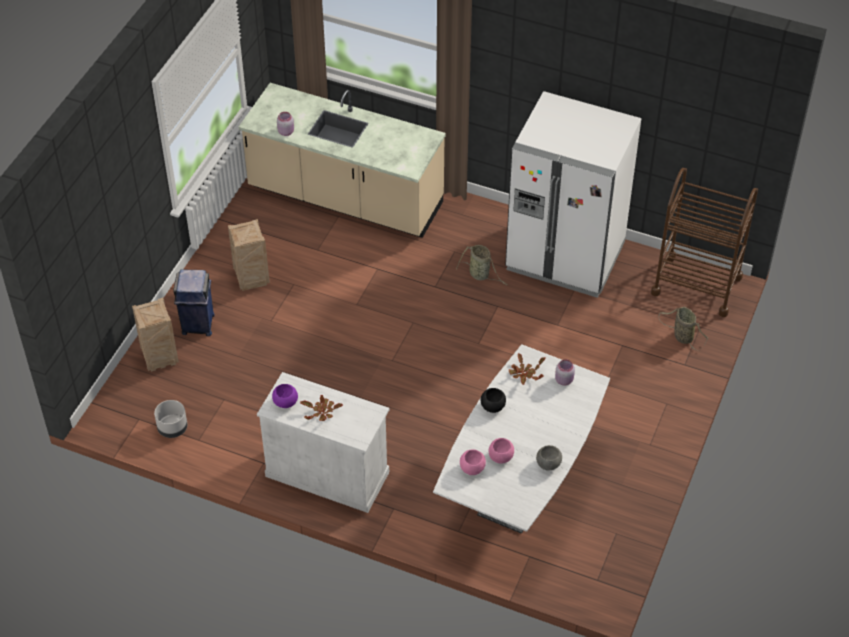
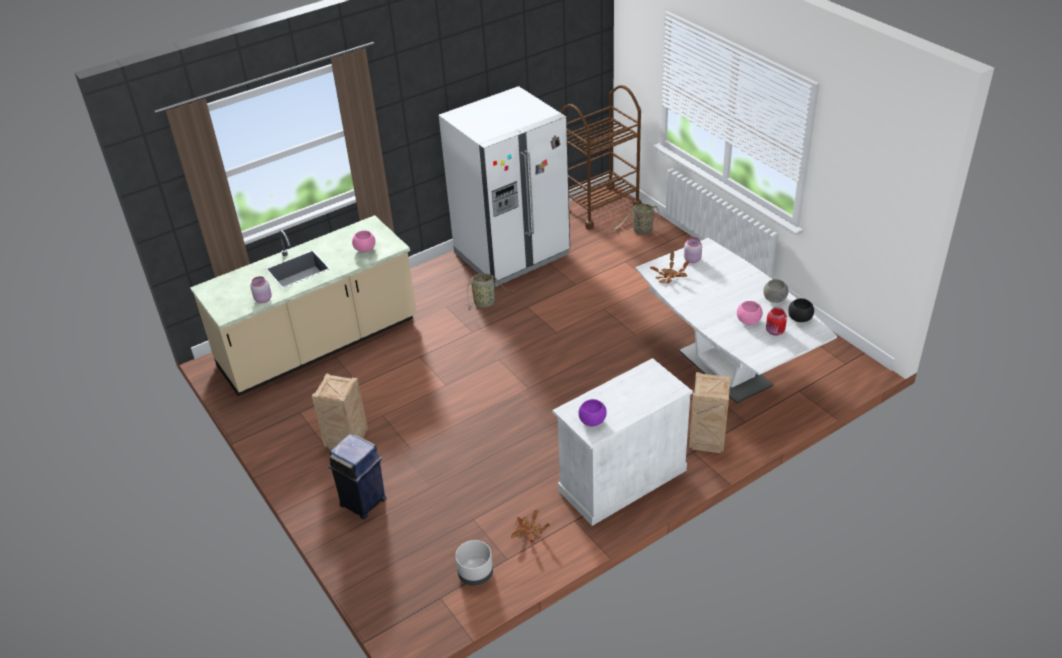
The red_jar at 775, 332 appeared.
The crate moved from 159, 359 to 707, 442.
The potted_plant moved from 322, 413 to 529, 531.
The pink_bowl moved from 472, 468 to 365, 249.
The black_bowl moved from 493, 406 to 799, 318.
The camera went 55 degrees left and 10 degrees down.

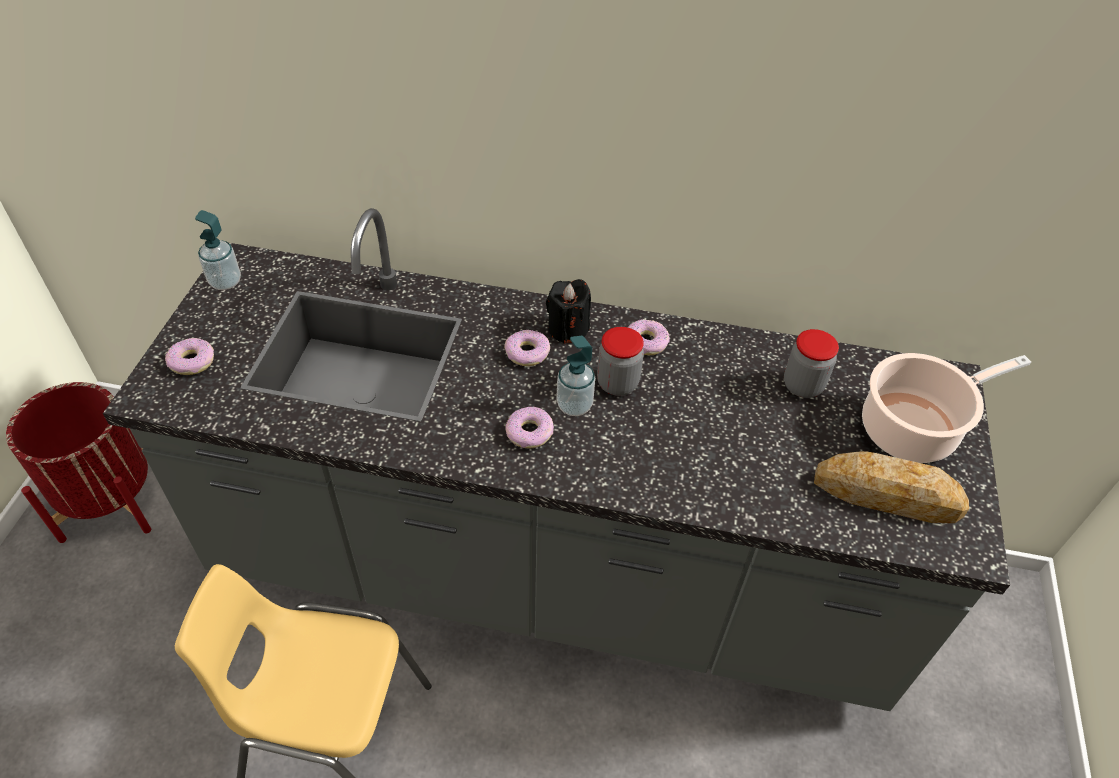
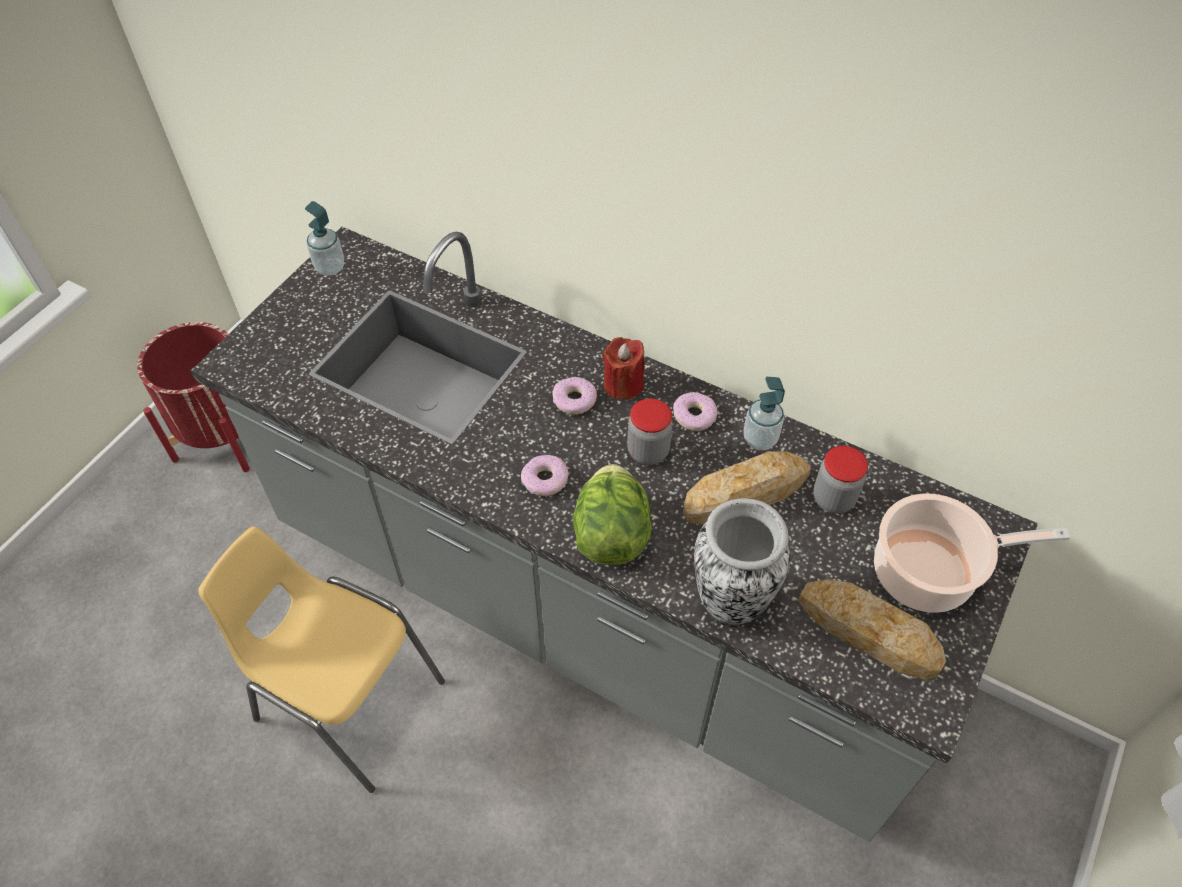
The donut at 192, 361 disappeared.
The lettuce at 611, 534 appeared.
The bread at 746, 494 appeared.
The vase at 731, 602 appeared.
The soap_dispenser moved from 574, 405 to 760, 439.
The black_candle at 568, 329 became the red_candle at 623, 384.
The camera went 20 degrees right and 5 degrees up.

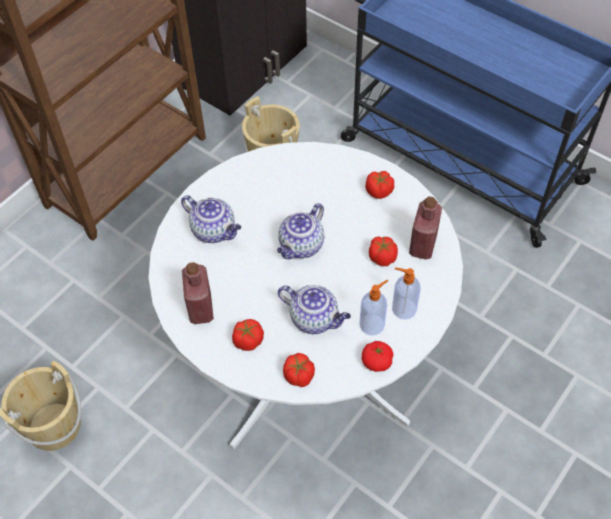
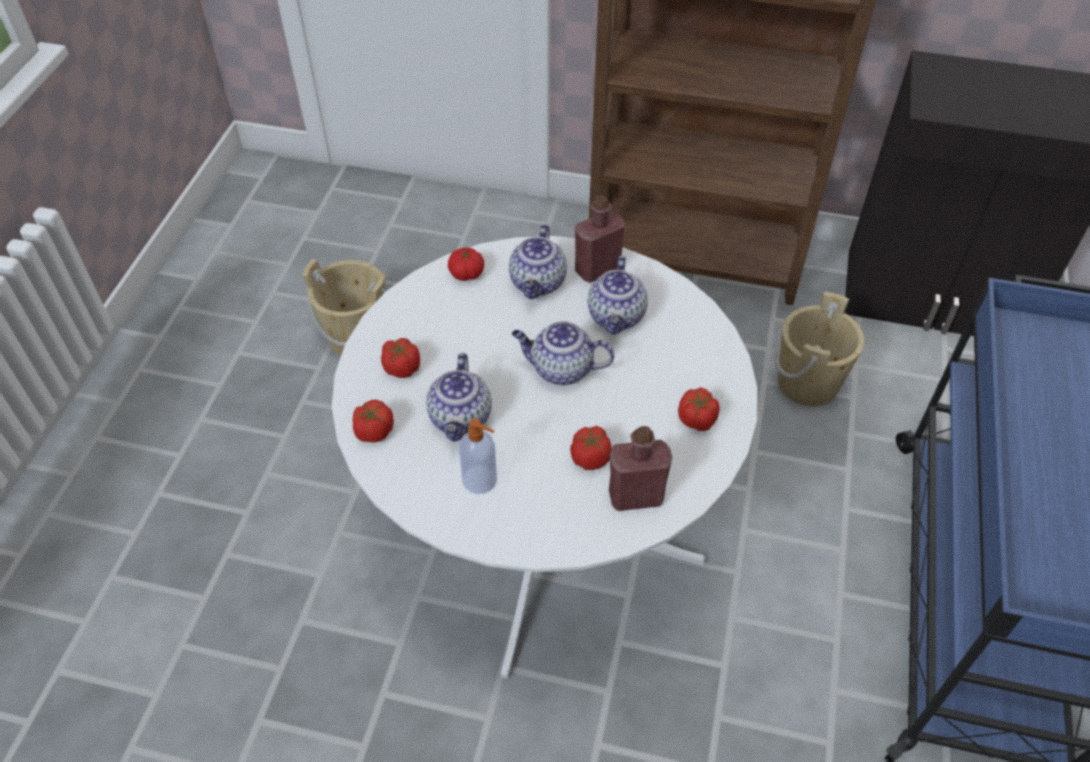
The soap_dispenser at 403, 308 disappeared.
The teapot at 616, 317 appeared.
The red_bottle moved from 200, 309 to 597, 269.
The tomato moved from 377, 361 to 466, 273.
The camera went 65 degrees right and 5 degrees down.

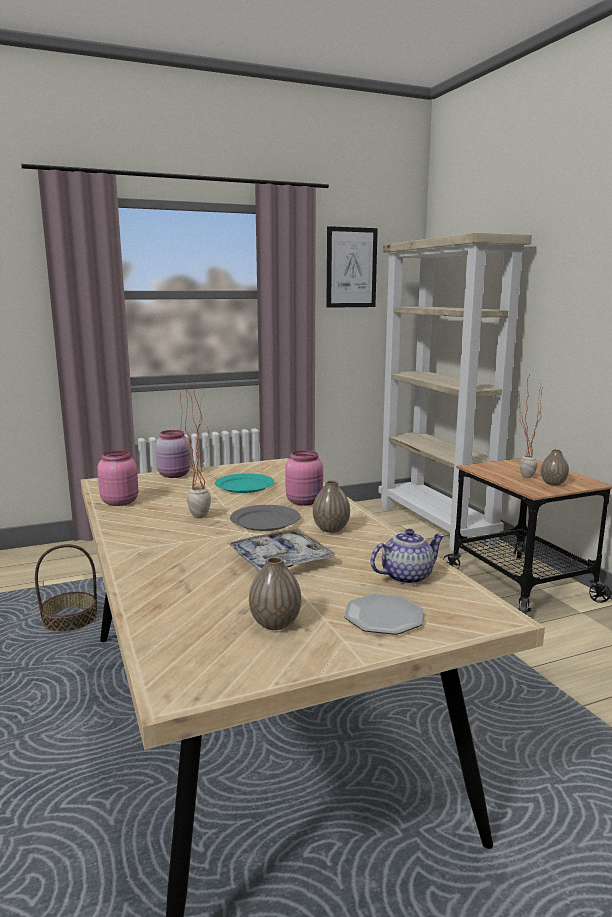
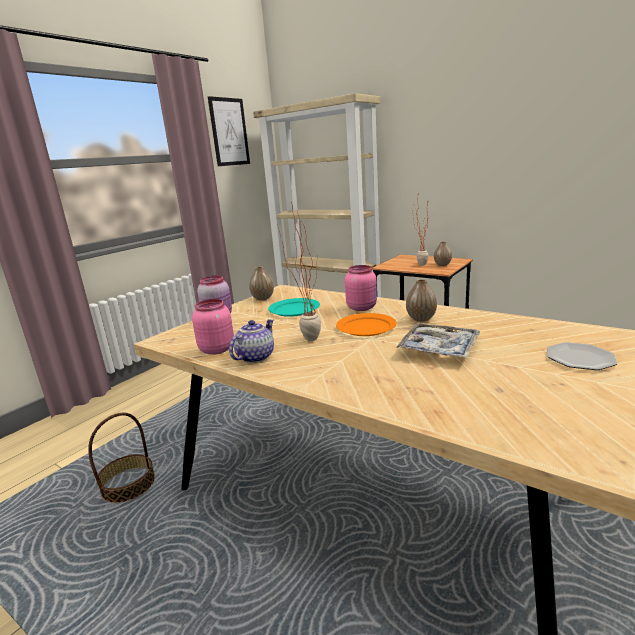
The vase moved from 275, 623 to 263, 298.
The teapot moved from 406, 576 to 255, 357.
The grey_plate at 265, 521 became the orange_plate at 366, 327.
The camera went 30 degrees left and 5 degrees up.

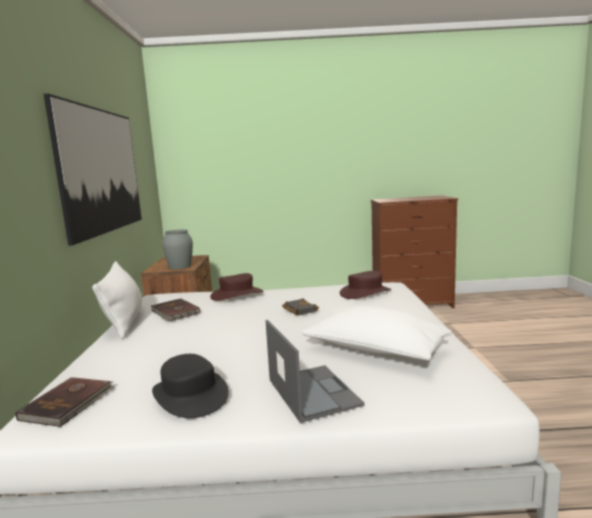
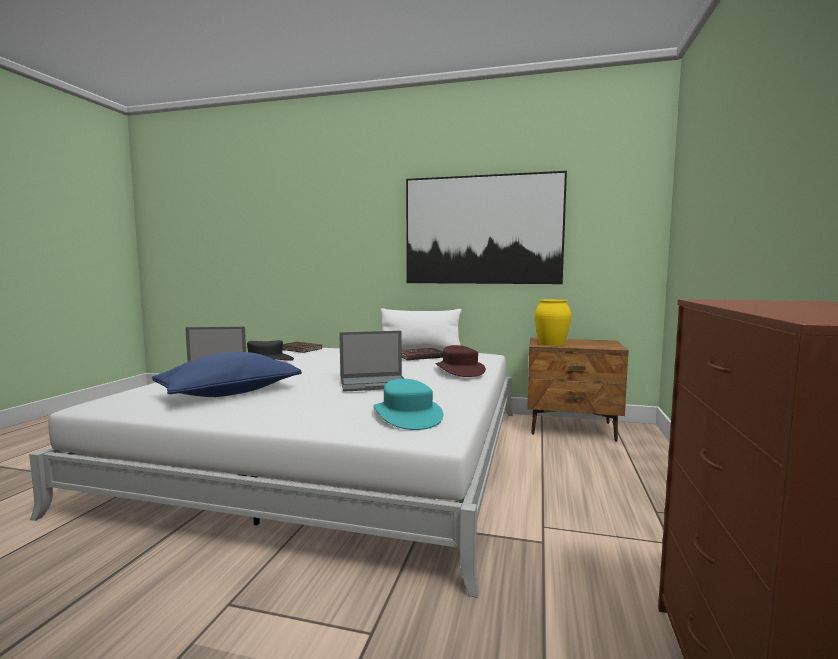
The black_book at 298, 310 was replaced by the laptop at 375, 383.
The grey_vase at 179, 266 became the yellow_vase at 551, 343.
The white_pillow at 375, 351 became the blue_pillow at 230, 393.
The brown_hat at 365, 292 became the turquoise_hat at 407, 415.
The camera went 105 degrees right and 5 degrees down.

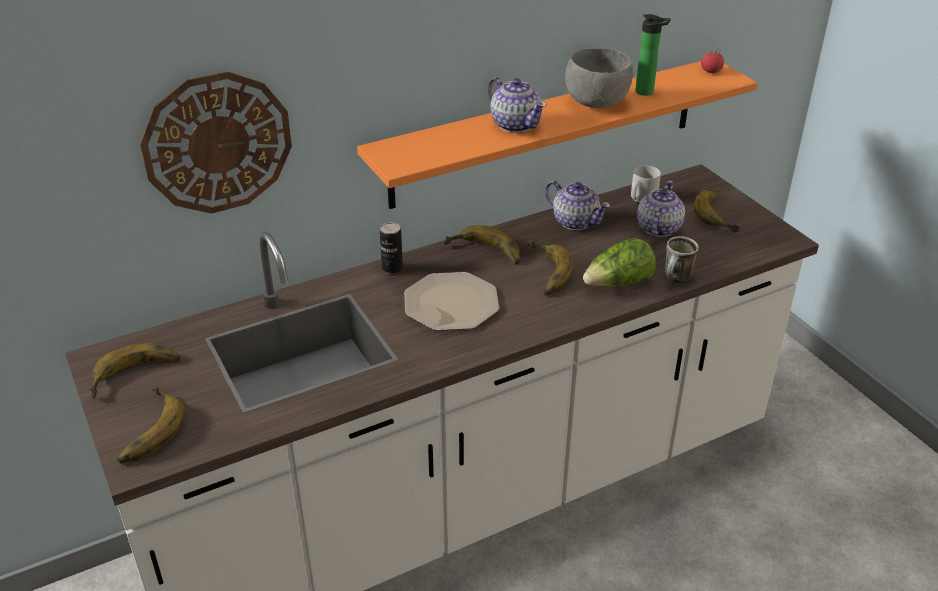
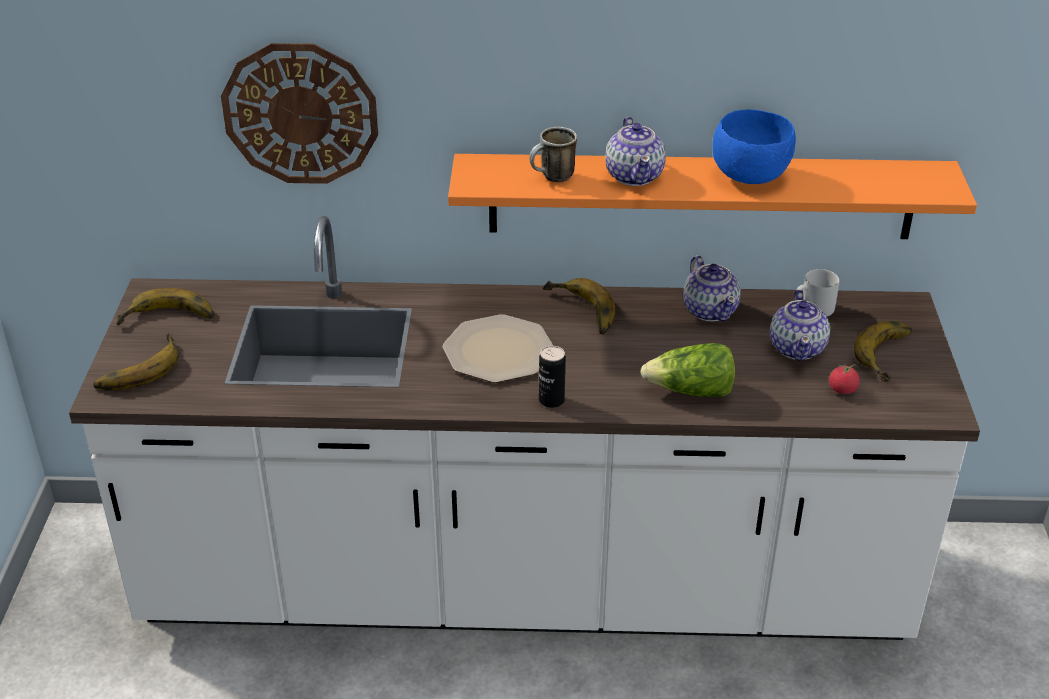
The banana at 543, 272 disappeared.
The bottle at 647, 92 disappeared.
The can moved from 392, 268 to 551, 400.
The mug moved from 676, 279 to 553, 178.
The tomato moved from 711, 71 to 842, 390.
The grey_bowl at 597, 102 became the blue_bowl at 751, 176.
The teapot at 658, 228 turned 135 degrees clockwise.
The camera went 30 degrees right and 0 degrees up.

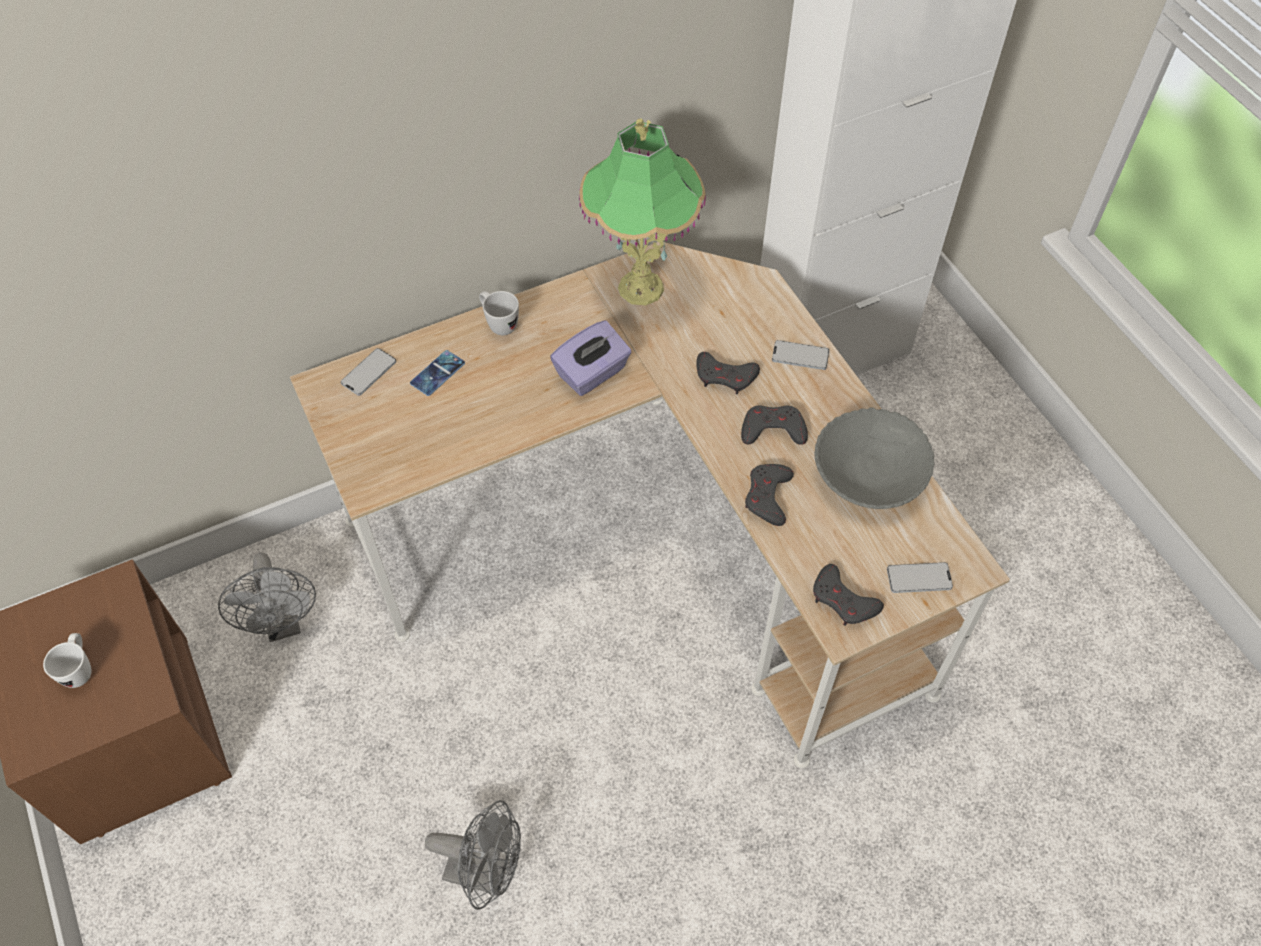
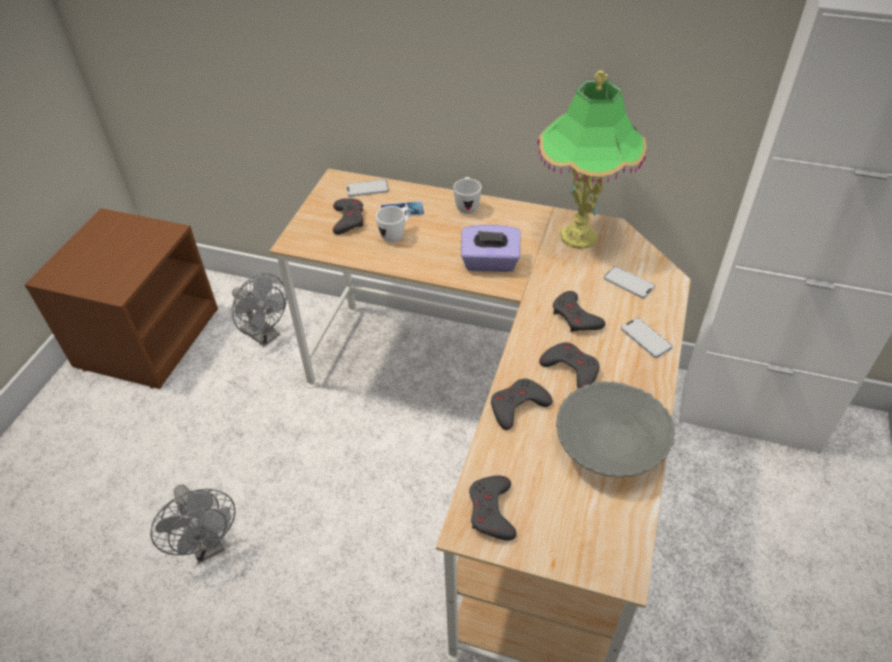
The grey_game_controller at 348, 219 appeared.
The white_mug moved from 80, 669 to 396, 235.
The phone moved from 919, 578 to 628, 283.
The grey_fan at 284, 624 turned 75 degrees counterclockwise.
The camera went 45 degrees right and 10 degrees down.

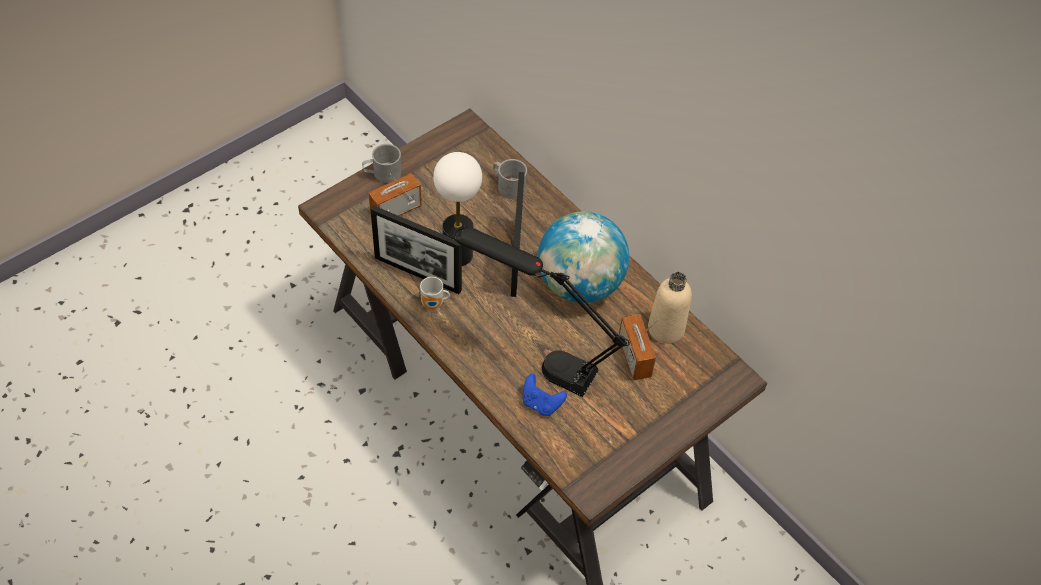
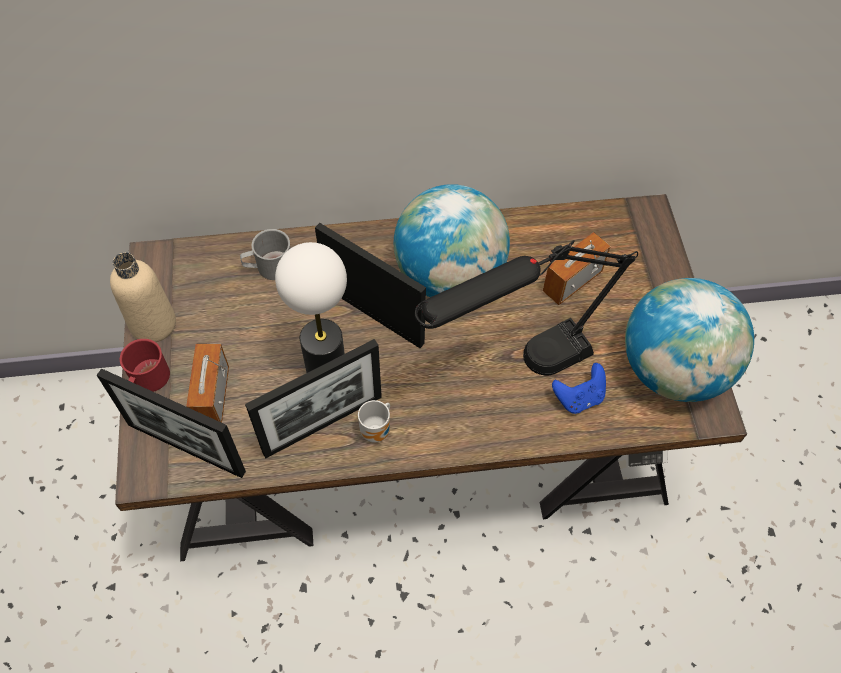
The picture_frame at 186, 448 appeared.
The globe at 672, 370 appeared.
The beige_bottle moved from 666, 329 to 153, 324.
The grey_mug at 382, 173 became the red_mug at 147, 381.
The radio at 634, 357 turned 120 degrees clockwise.
The camera went 55 degrees left and 5 degrees up.

